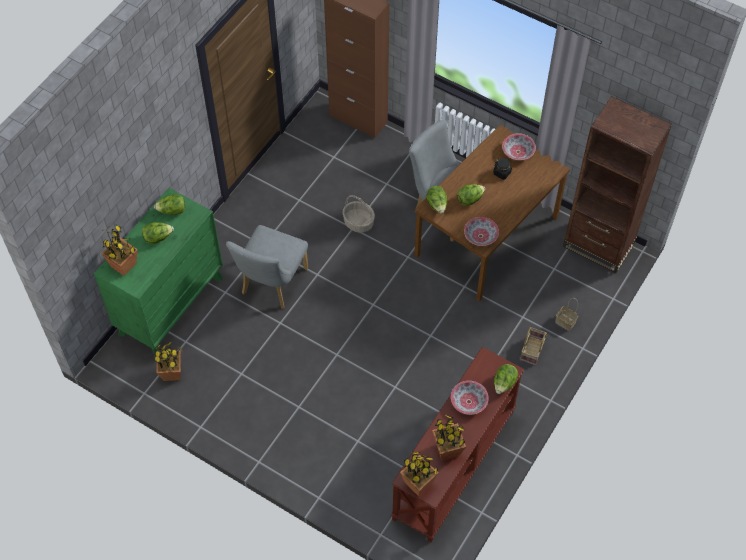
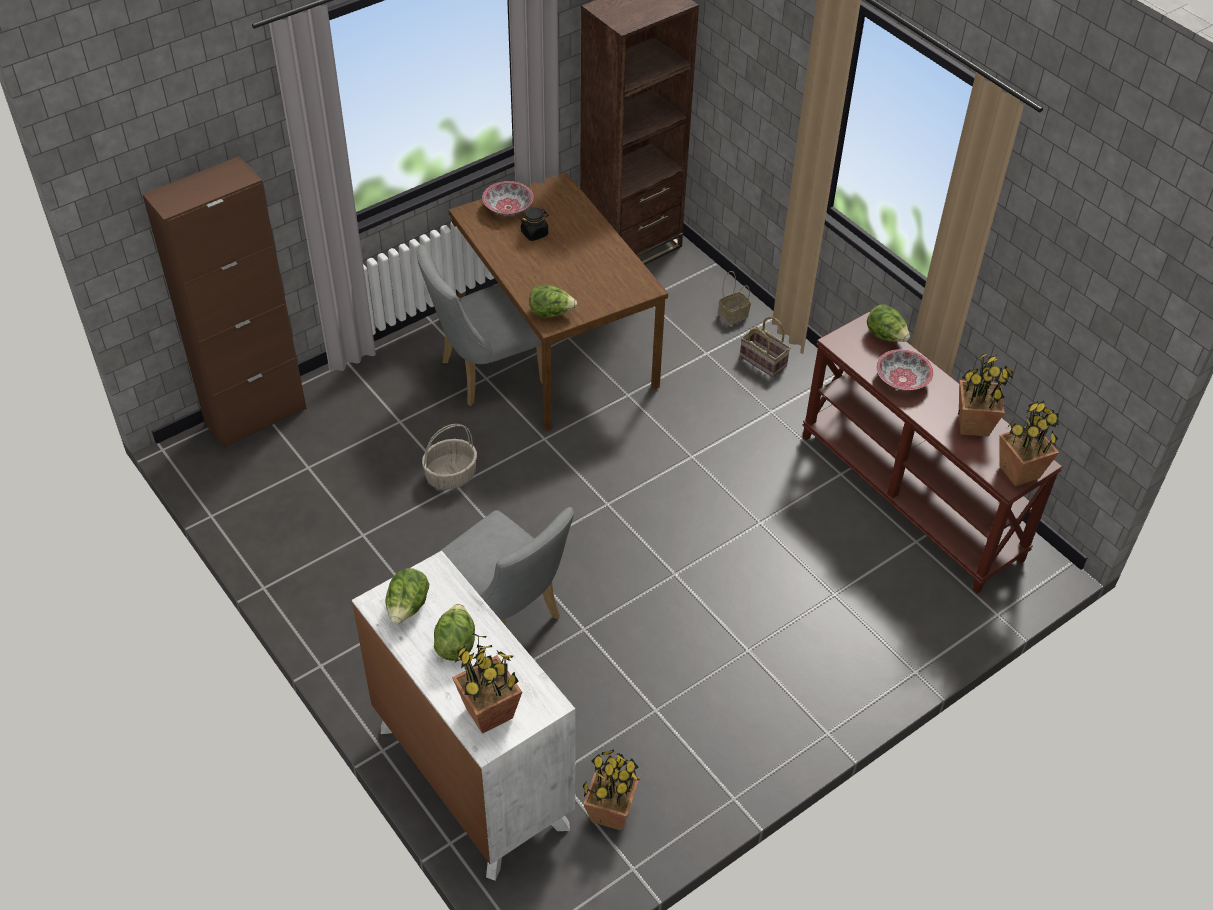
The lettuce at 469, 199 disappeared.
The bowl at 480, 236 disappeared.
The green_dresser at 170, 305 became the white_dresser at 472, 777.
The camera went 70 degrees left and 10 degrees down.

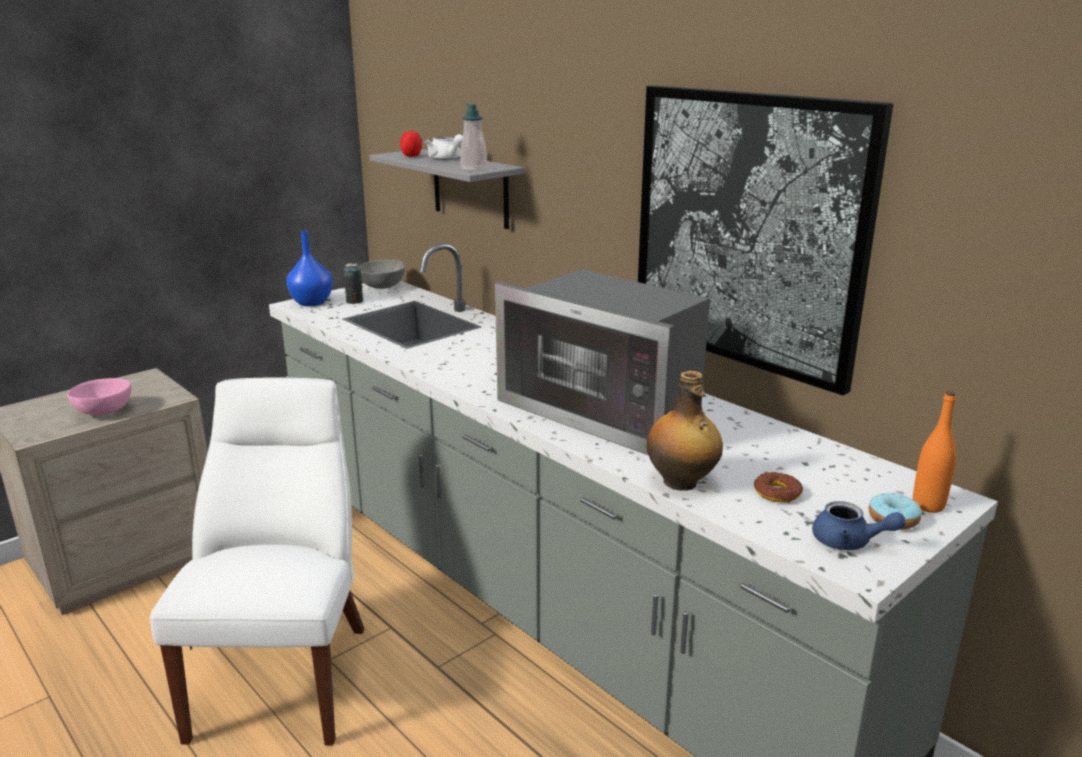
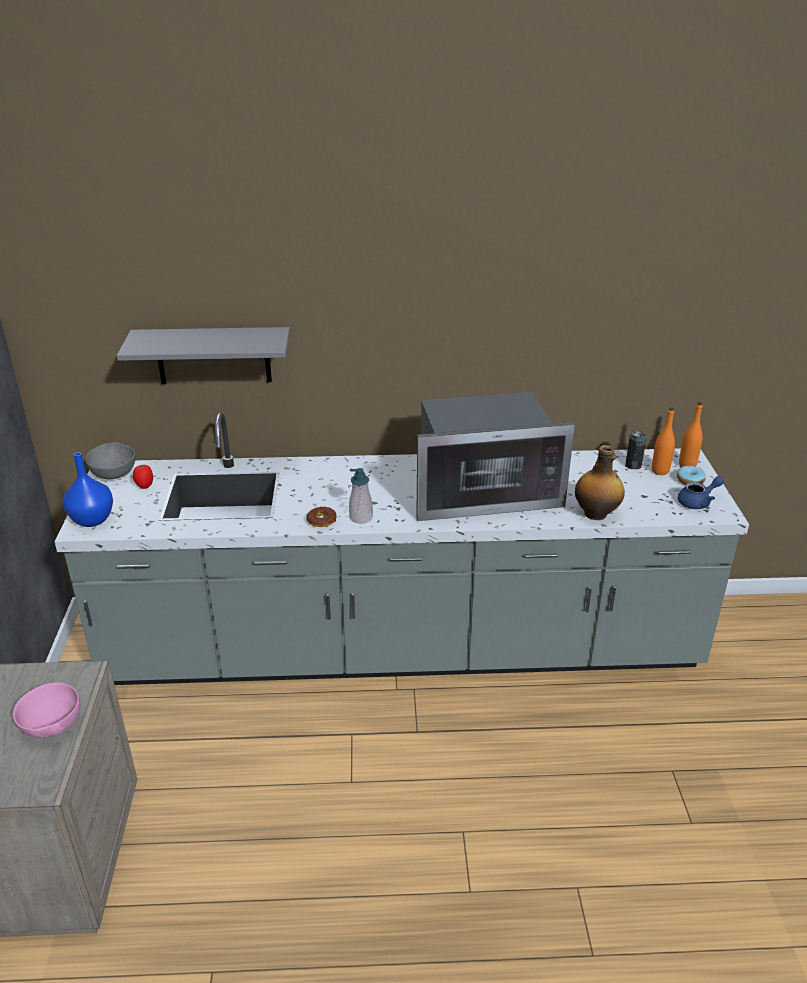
The white_chair at 286, 674 disappeared.
The white_teapot at 446, 159 disappeared.
The picture at 748, 232 disappeared.
The orange_bottle at 660, 471 appeared.
The can moved from 354, 301 to 633, 465.
The tomato moved from 412, 156 to 145, 486.
The soap_dispenser moved from 474, 169 to 361, 517.
The donut moved from 777, 493 to 322, 520.
The camera went 50 degrees left and 10 degrees up.

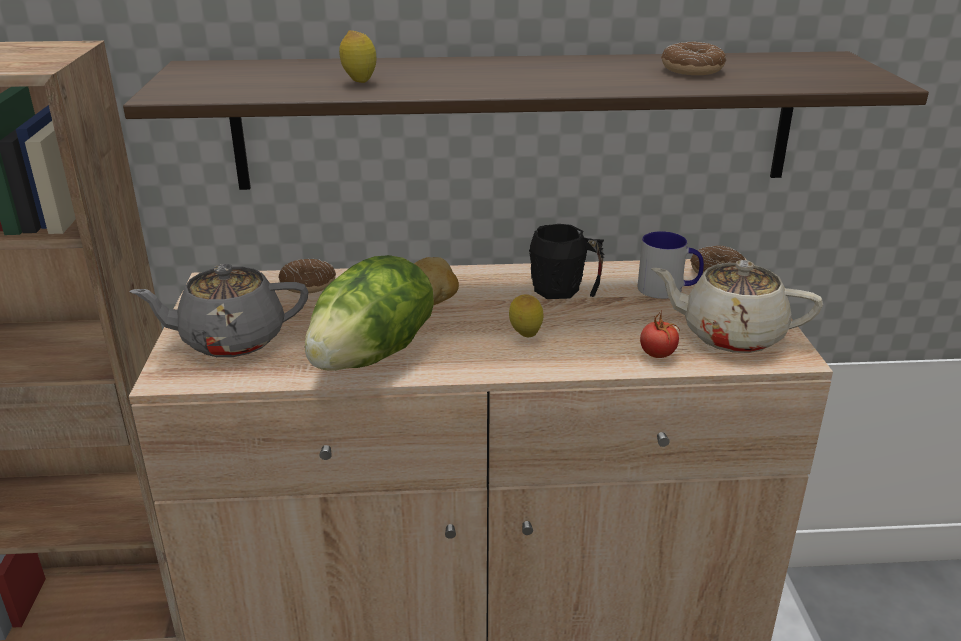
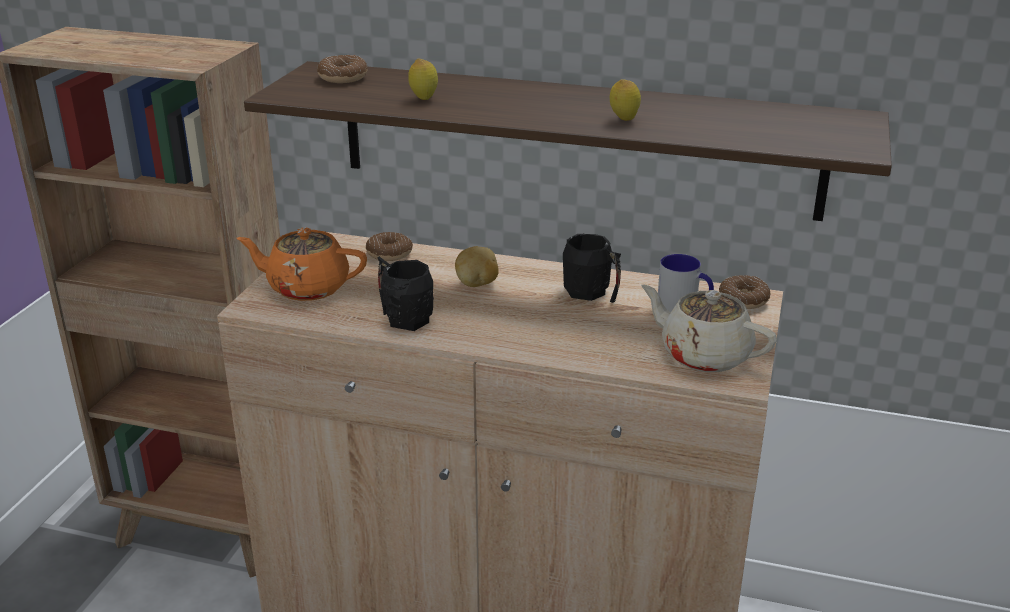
The tomato at 657, 354 disappeared.
The lemon moved from 525, 336 to 623, 120.
The donut moved from 692, 70 to 343, 77.
The lettuce at 374, 354 was replaced by the black_mug at 403, 317.
The grey_teapot at 231, 340 became the orange_teapot at 307, 287.
The camera went 20 degrees right and 0 degrees up.

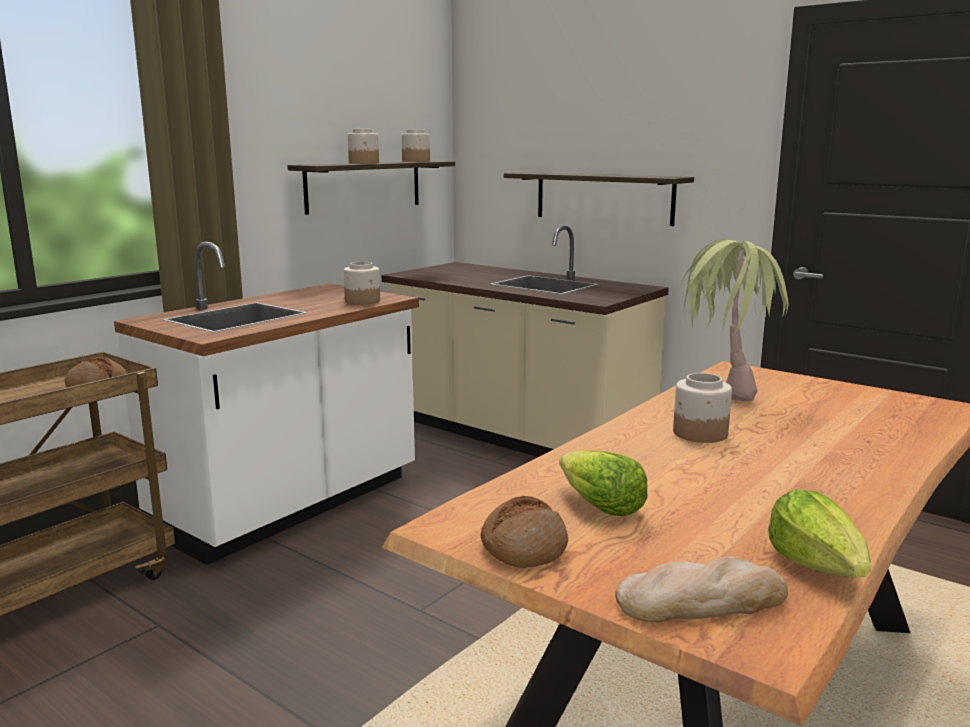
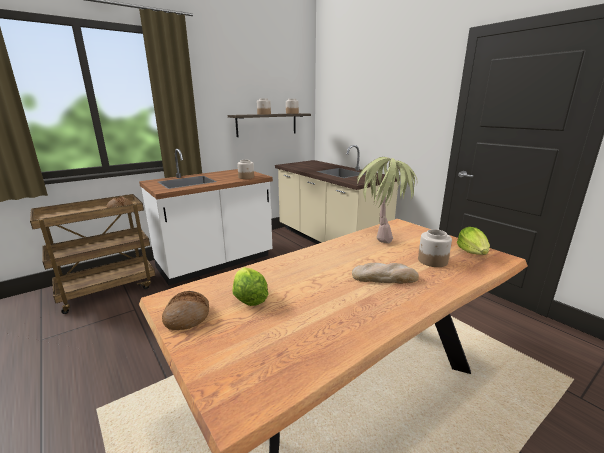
The shelf at 603, 197 disappeared.
The bread moved from 701, 600 to 384, 277.
The jar moved from 700, 434 to 432, 261.
The lettuce moved from 817, 566 to 473, 253.
The camera went 15 degrees right and 5 degrees up.

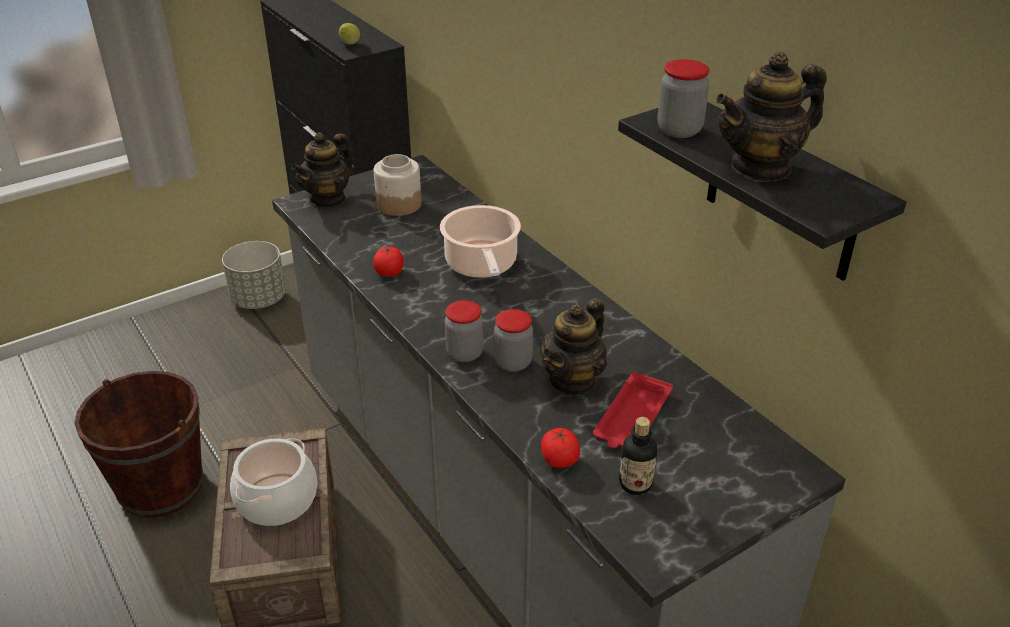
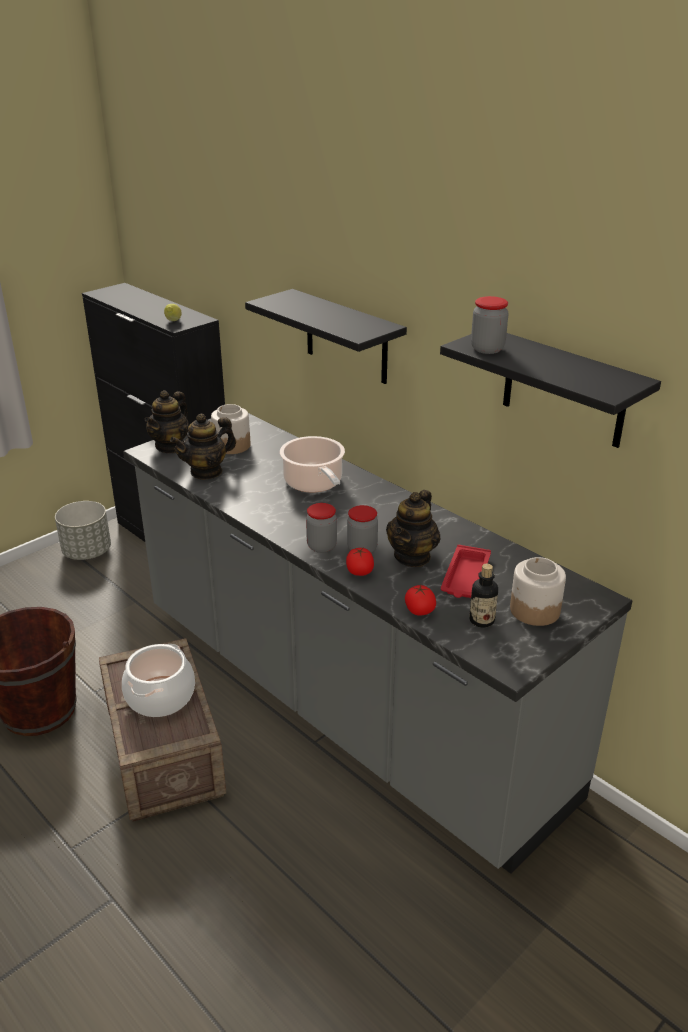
The black_shelf at 346, 337 appeared.
The jar at 534, 610 appeared.
The tomato moved from 389, 272 to 359, 572.
The teapot moved from 761, 167 to 206, 471.
The camera went 10 degrees left and 5 degrees down.

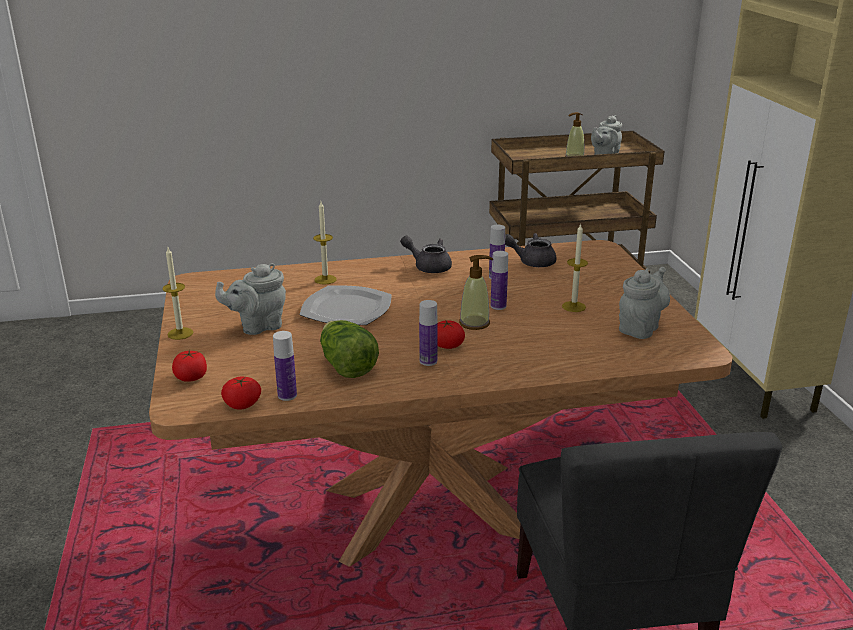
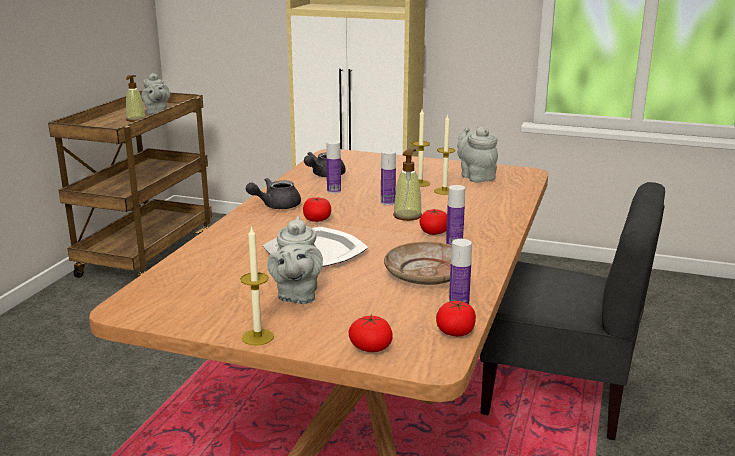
The tomato at 317, 219 appeared.
The candle moved from 325, 279 to 444, 191.
The lettuce at 346, 365 was replaced by the beige_plate at 427, 274.
The camera went 60 degrees left and 5 degrees down.

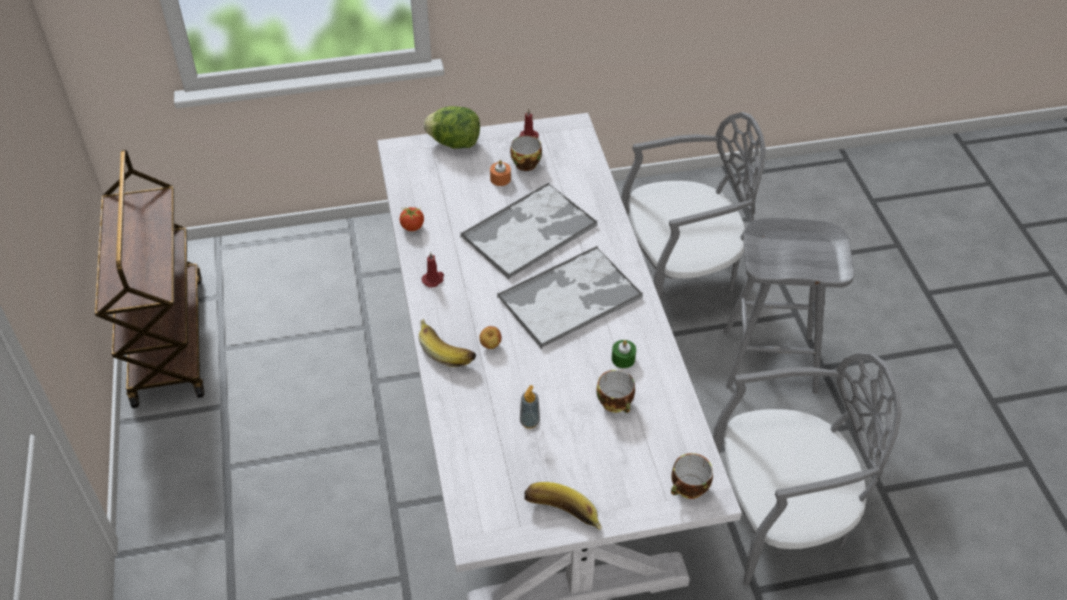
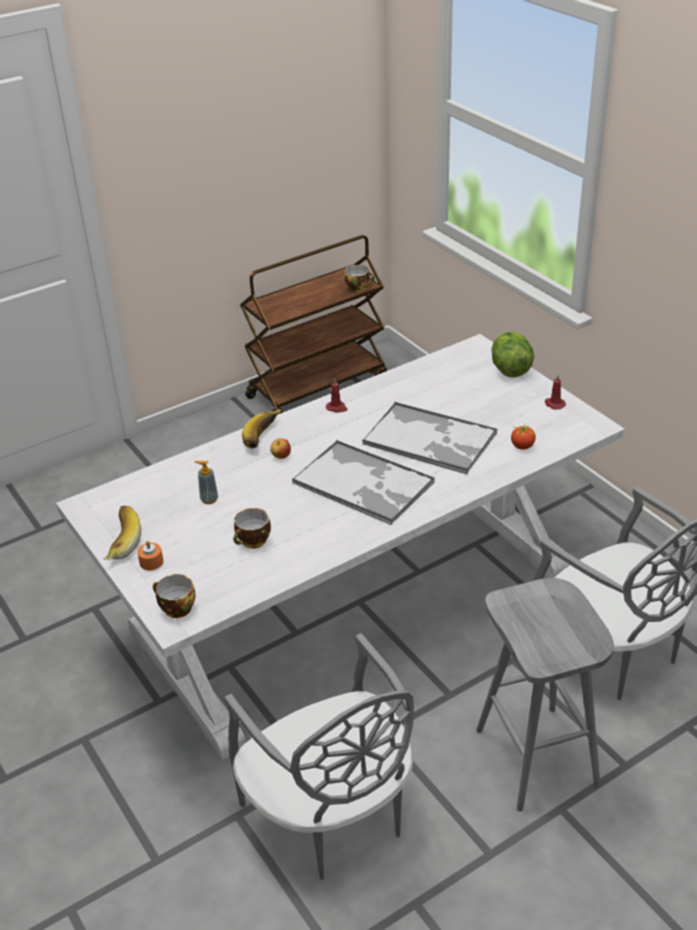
The green_candle at 623, 359 disappeared.
The tomato moved from 412, 227 to 522, 446.
The orange_candle moved from 500, 179 to 151, 562.
The cup moved from 526, 162 to 358, 287.
The camera went 70 degrees right and 10 degrees down.

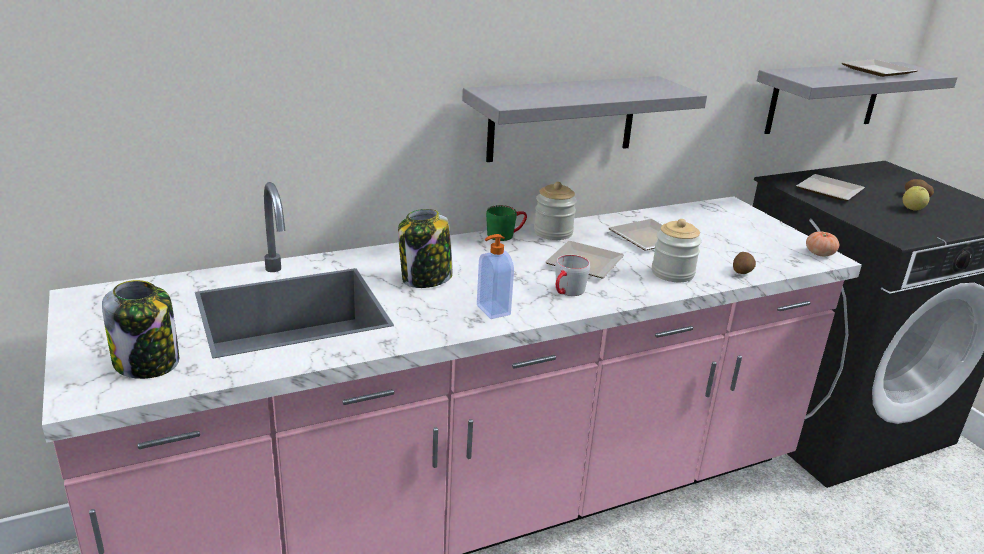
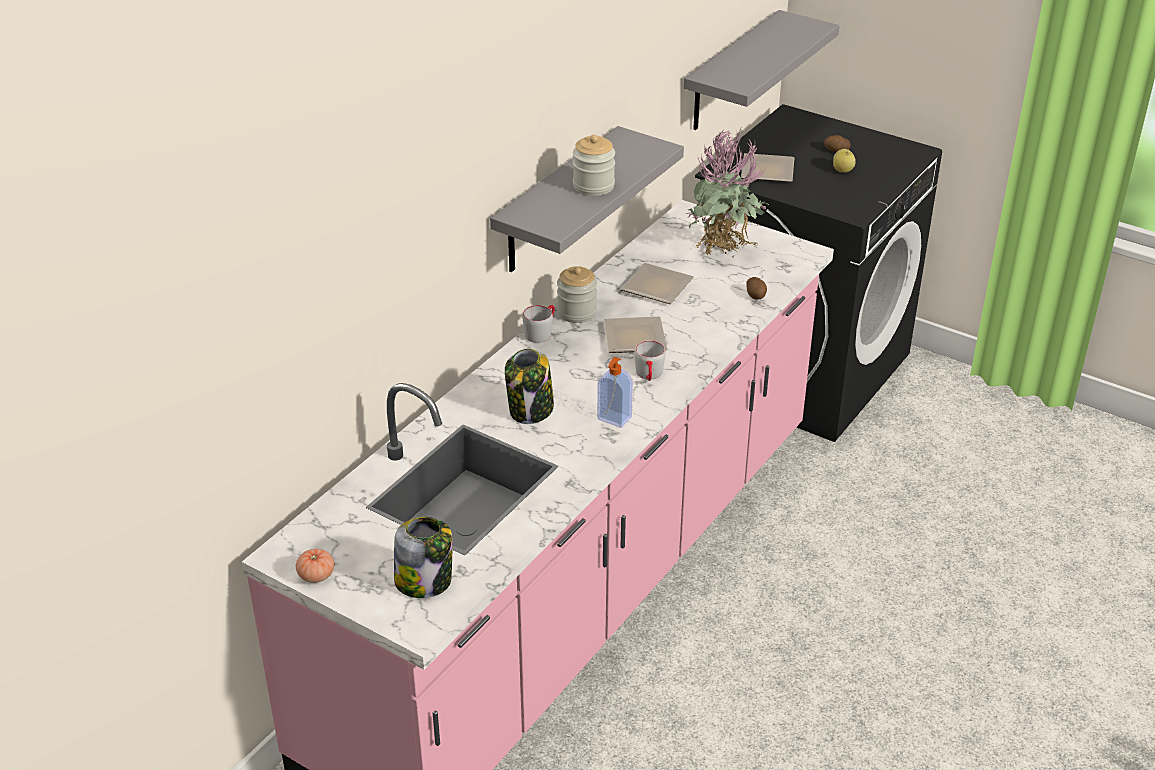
The plate at 875, 71 disappeared.
The potted_plant at 723, 255 appeared.
The jar moved from 672, 273 to 593, 186.
The tomato moved from 819, 253 to 316, 575.
The green_mug at 506, 234 became the grey_mug at 541, 332.
The camera went 30 degrees left and 10 degrees up.

